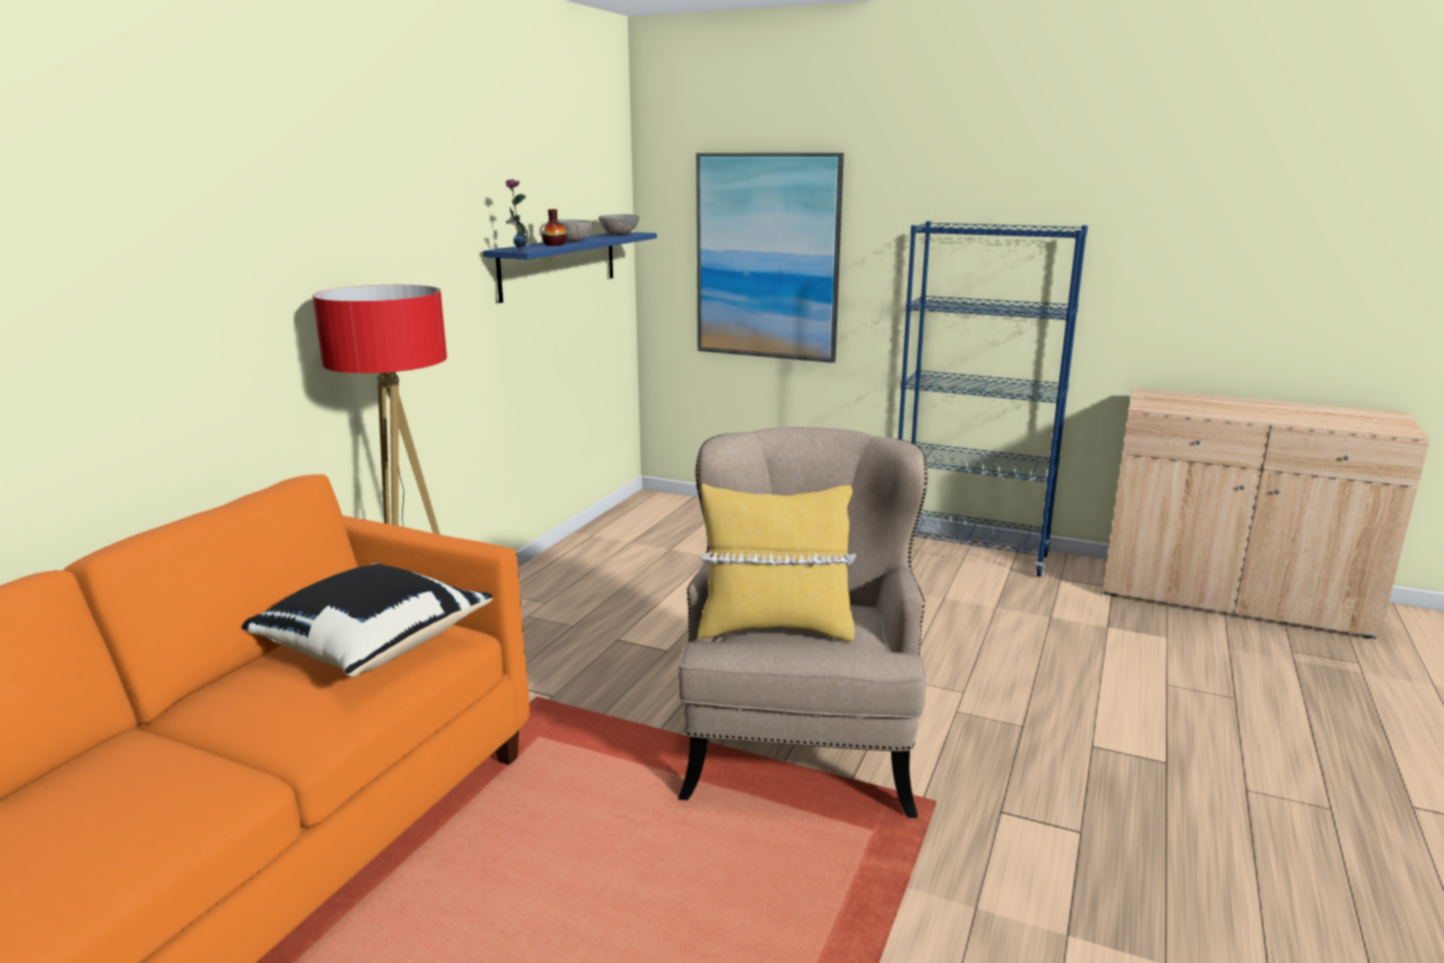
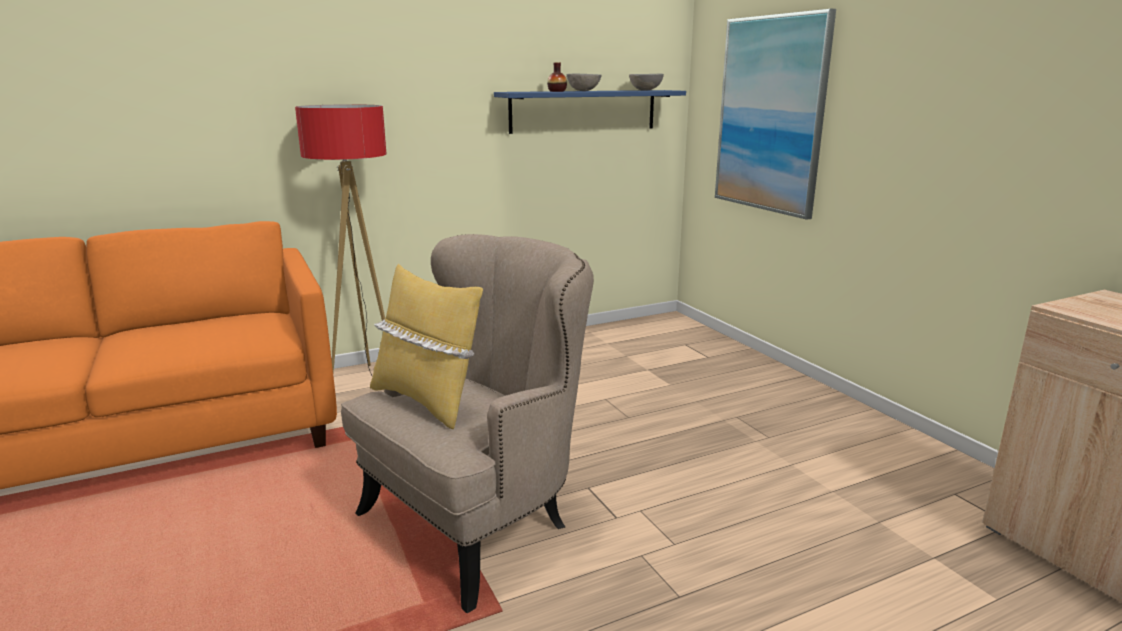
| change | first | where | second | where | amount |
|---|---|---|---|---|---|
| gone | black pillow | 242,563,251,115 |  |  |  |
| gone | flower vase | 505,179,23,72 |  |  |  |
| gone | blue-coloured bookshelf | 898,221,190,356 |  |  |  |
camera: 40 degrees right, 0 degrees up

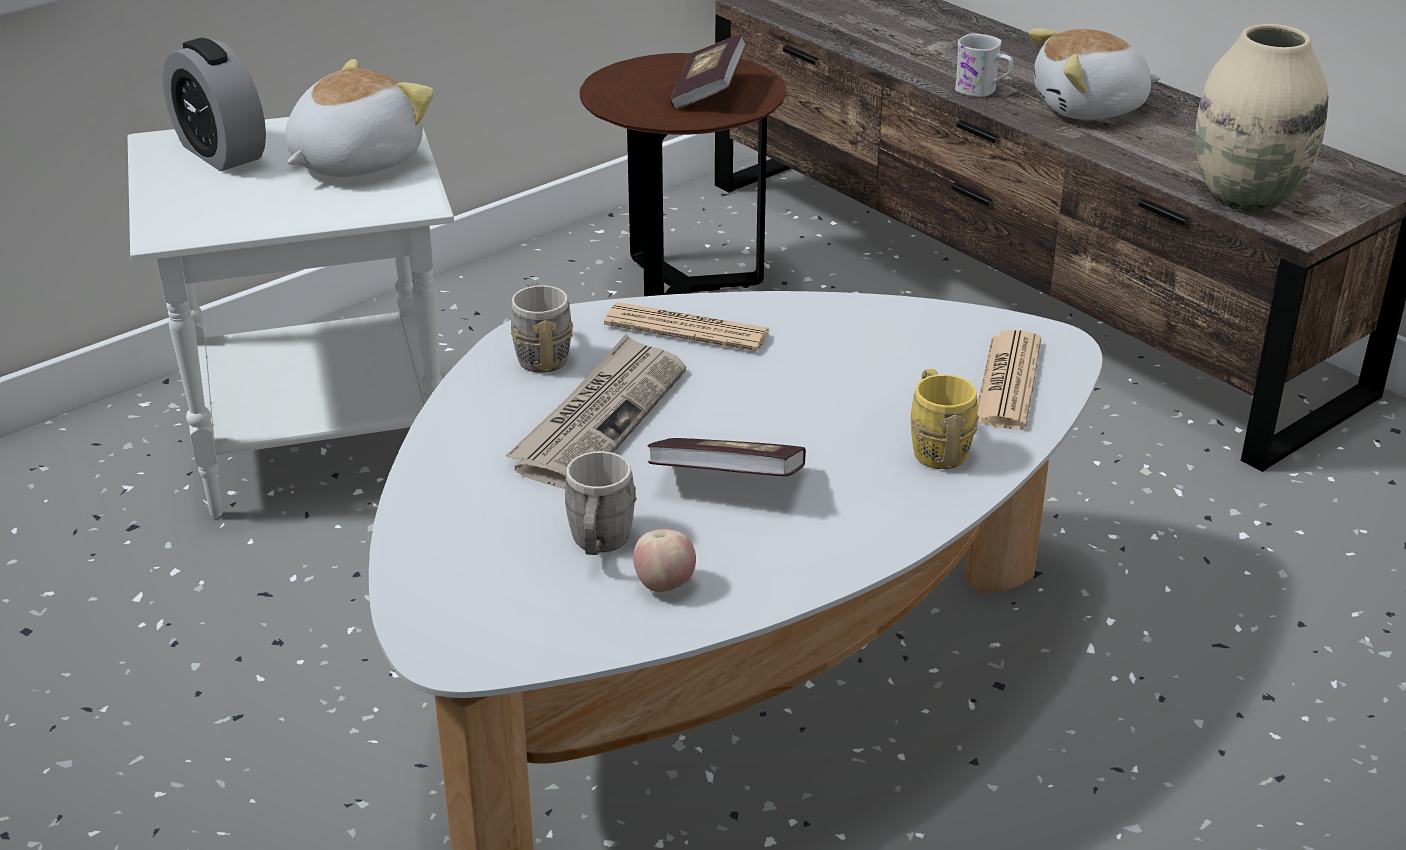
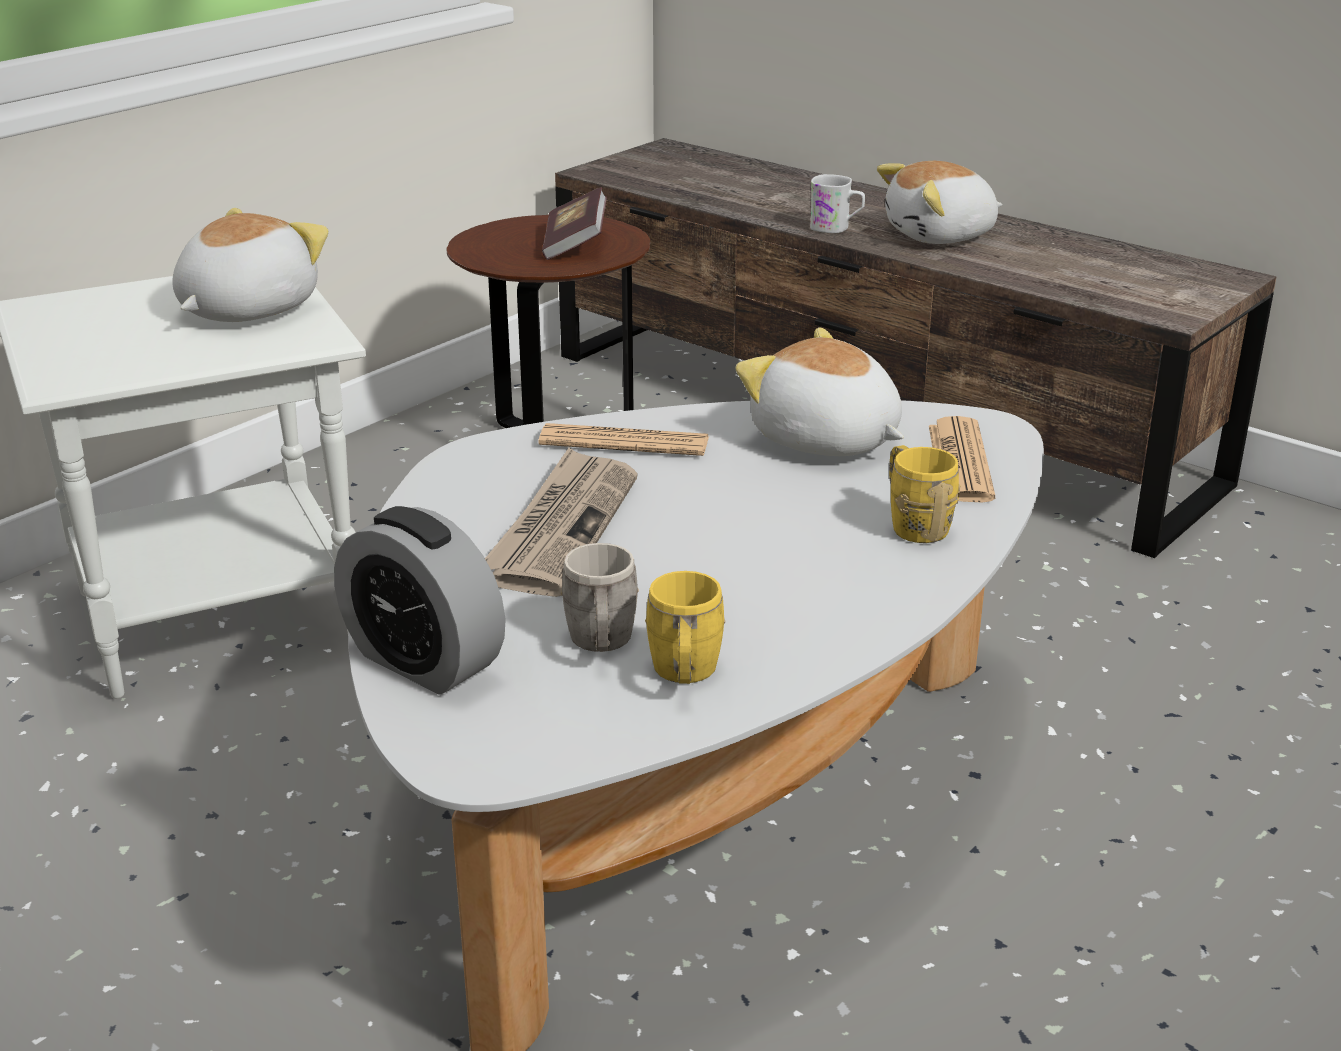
| change | first | where | second | where | amount |
|---|---|---|---|---|---|
| shifted | bedside clock | 163,38,103,133 |  | 334,506,172,189 |  |
| gone | greyish coffee mug | 511,282,62,91 |  |  |  |
| swapped | apple | 633,529,63,63 | yellow-coloured coffee mug | 645,571,81,113 |  |
| gone | book | 647,438,159,38 |  |  |  |
| gone | sand-coloured flower vase | 1195,24,133,188 |  |  |  |
| new |  |  | cuddly toy | 735,327,169,129 |  |
camera: 10 degrees left, 5 degrees down

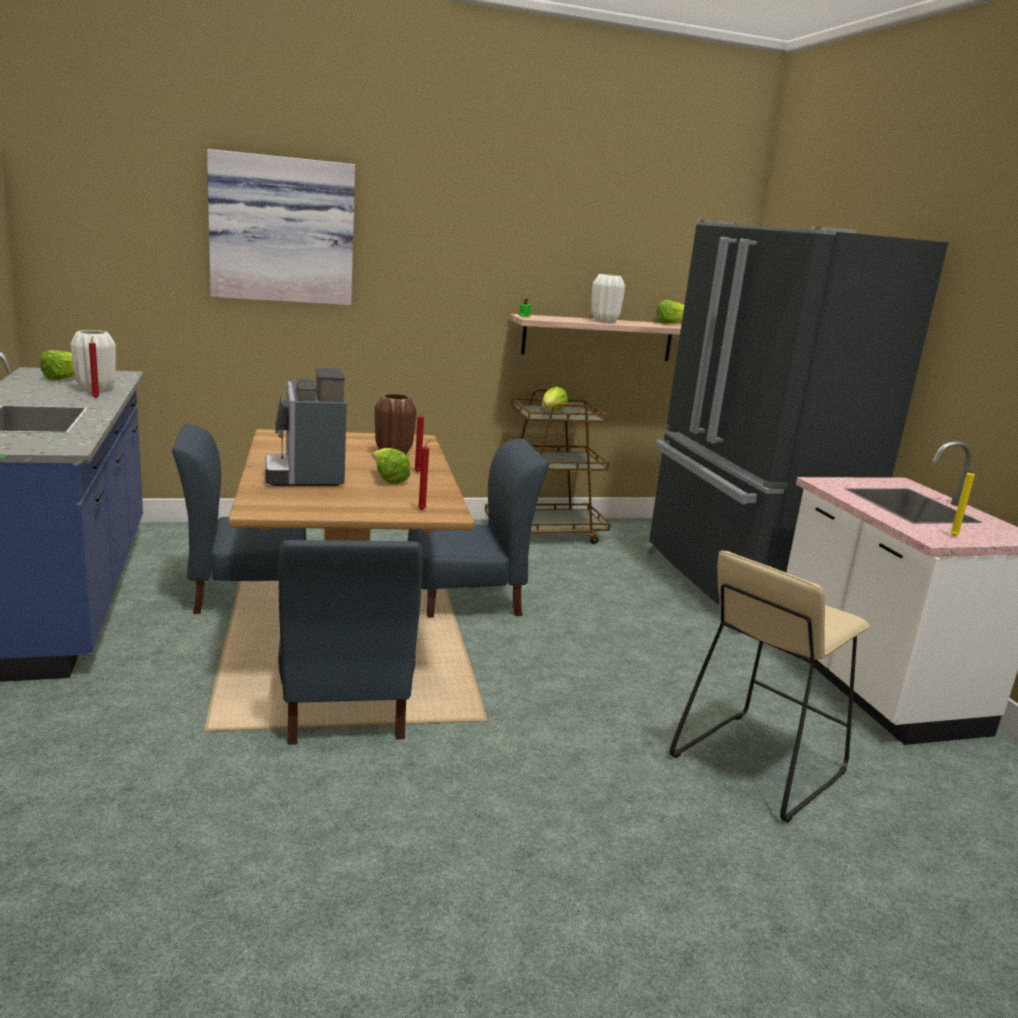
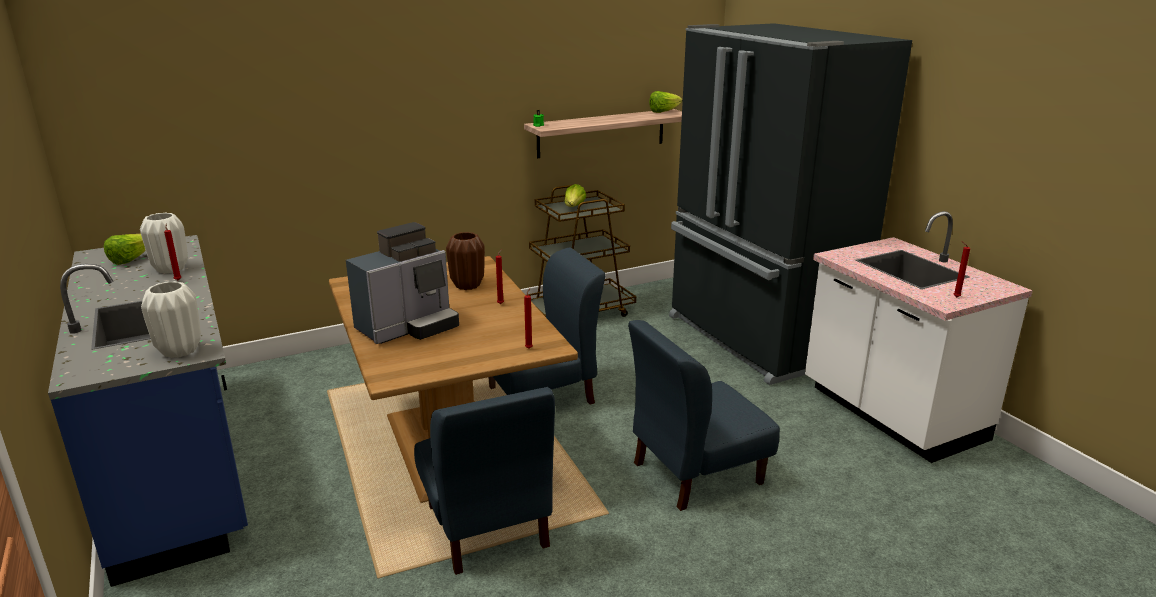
| change | first | where | second | where | amount |
|---|---|---|---|---|---|
| shifted | blue-coloured chair | 172,424,135,190 |  | 628,320,152,191 |  |
| gone | wall picture | 207,149,148,156 |  |  |  |
| rotated | coffee maker | 265,368,82,118 |  | 346,222,113,122 | 105 degrees counterclockwise |
| gone | lettuce | 372,448,38,36 |  |  |  |
| shifted | white flower vase | 591,274,34,49 |  | 141,281,60,77 |  |
| gone | sand-coloured stool | 670,551,199,272 |  |  |  |
| repainted | yellow-coloured wax candle | 950,465,25,71 | reddish wax candle | 954,241,16,56 |  |
camera: 10 degrees left, 5 degrees up

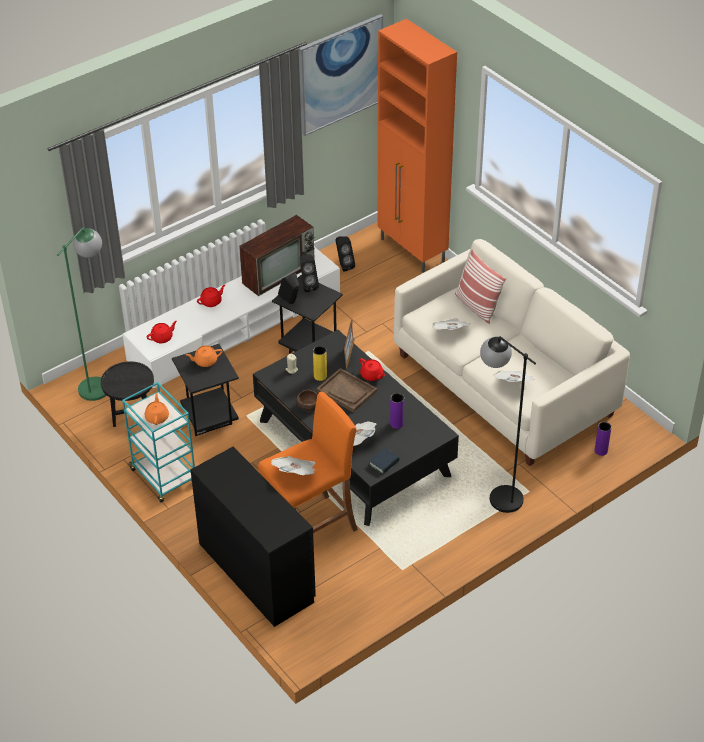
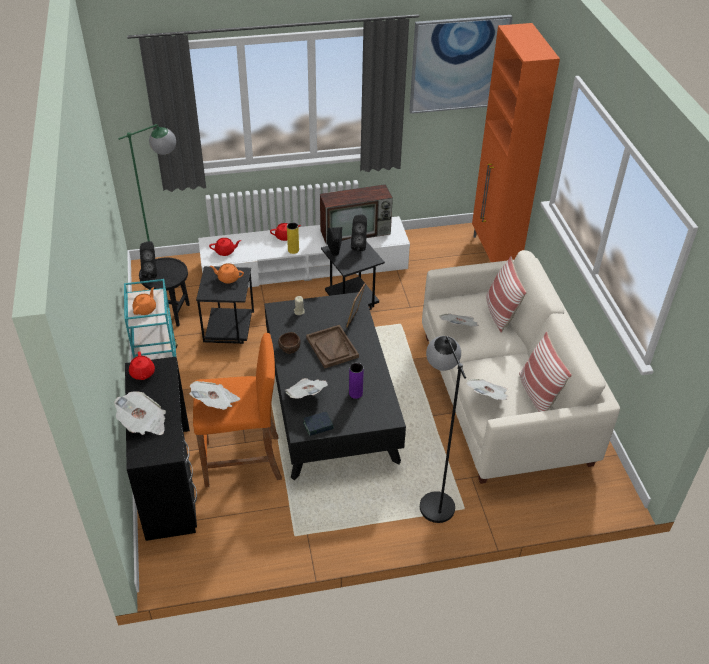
| change | first | where | second | where | amount |
|---|---|---|---|---|---|
| shifted | yellow-coloured flower vase | 313,346,14,35 |  | 287,222,12,32 |  |
| shifted | black speaker | 336,237,19,35 |  | 140,241,17,37 |  |
| shifted | reddish teapot | 360,358,25,23 |  | 129,351,26,29 |  |
| gone | purplish flower vase | 595,422,17,34 |  |  |  |
| new |  |  | daily paper | 115,392,51,43 |  |
| new |  |  | pillow | 519,332,53,80 |  |
camera: 25 degrees right, 0 degrees up

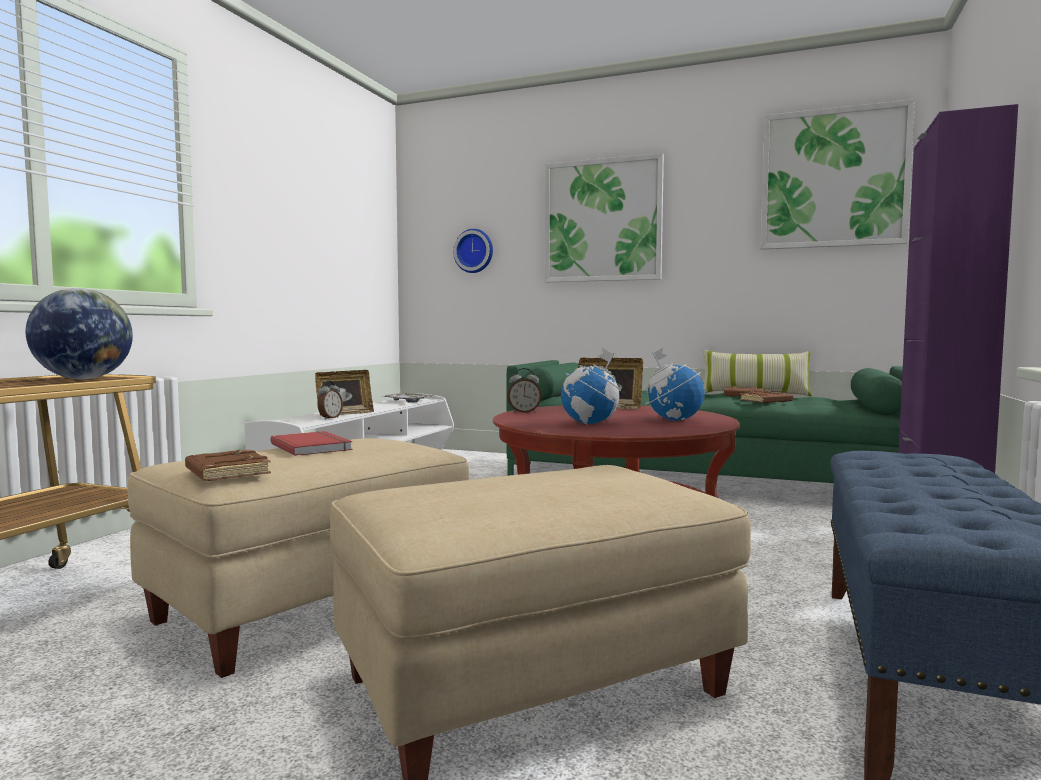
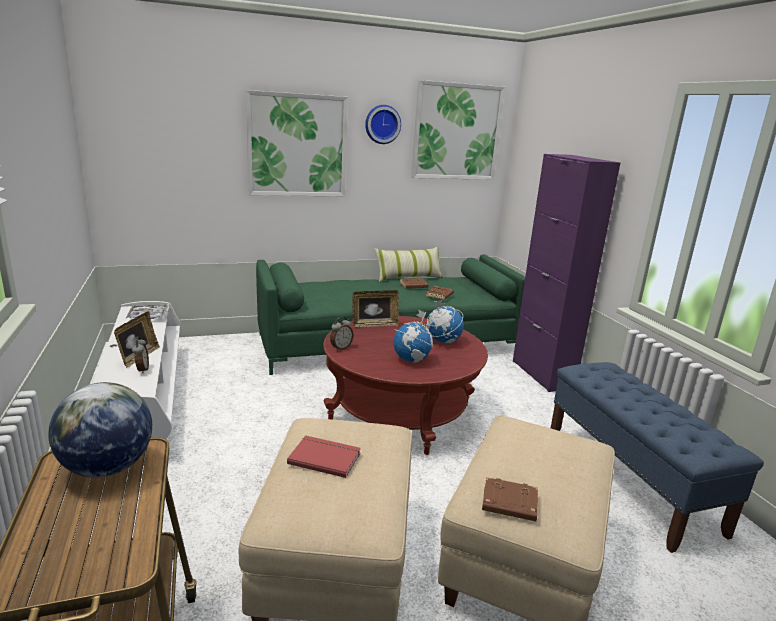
| change | first | where | second | where | amount |
|---|---|---|---|---|---|
| shifted | brown book | 185,449,86,32 |  | 482,477,56,45 |  |
| shifted | hanging clock | 453,229,40,44 |  | 365,105,36,39 |  |
camera: 40 degrees left, 15 degrees up

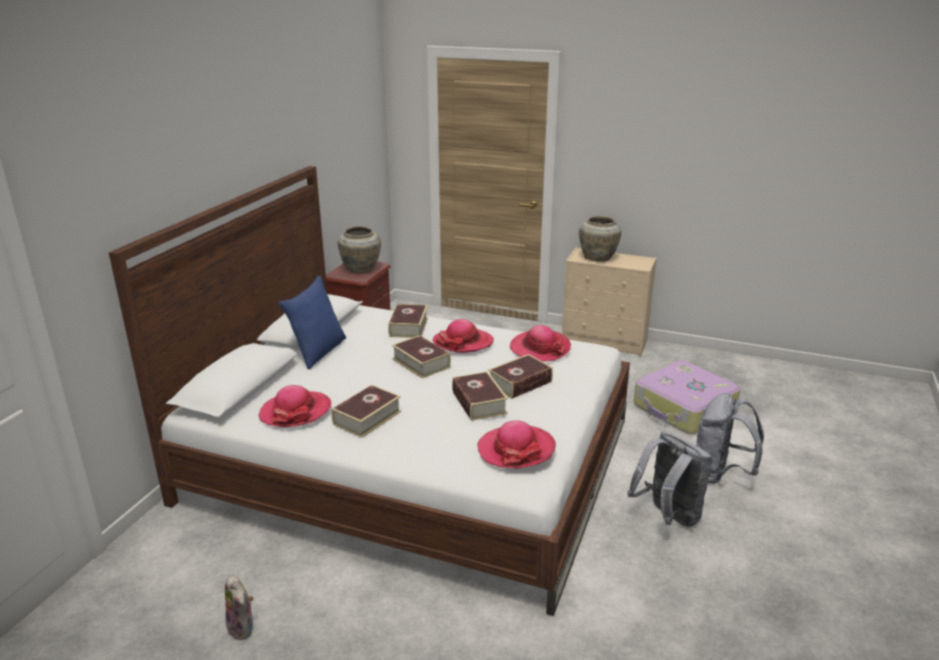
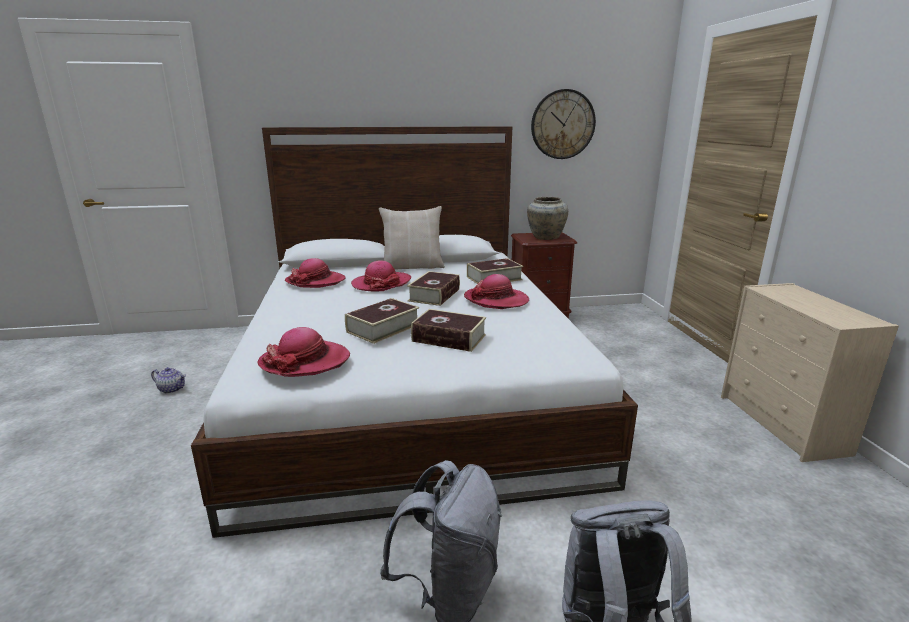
| change | first | where | second | where | amount |
|---|---|---|---|---|---|
| swapped | cuddly toy | 225,574,29,66 | teapot | 151,367,35,27 |  |
| repainted | blue-coloured pillow | 279,276,67,93 | sand-coloured pillow | 379,206,66,64 |  |
| gone | book | 332,385,69,53 |  |  |  |
| shifted | clothing hat | 510,325,61,36 |  | 351,260,60,32 |  |
| gone | sand-coloured flower vase | 579,216,42,46 |  |  |  |
| gone | suitcase | 633,360,108,74 |  |  |  |
| new |  |  | hanging clock | 531,89,65,70 |  |
camera: 60 degrees right, 5 degrees down

